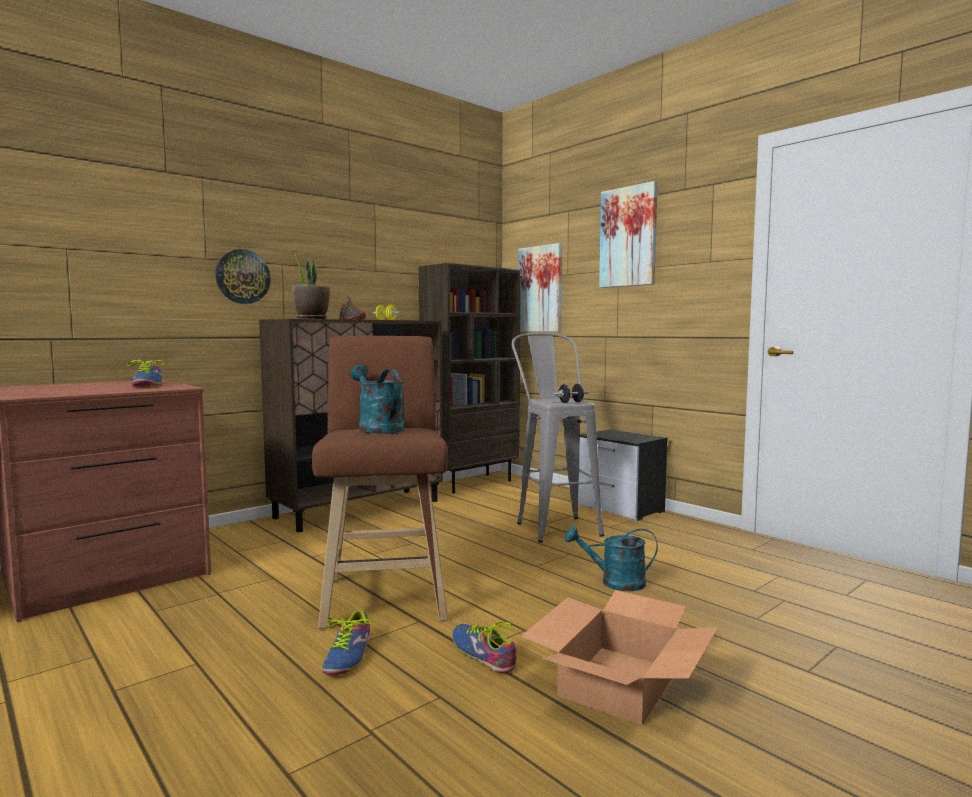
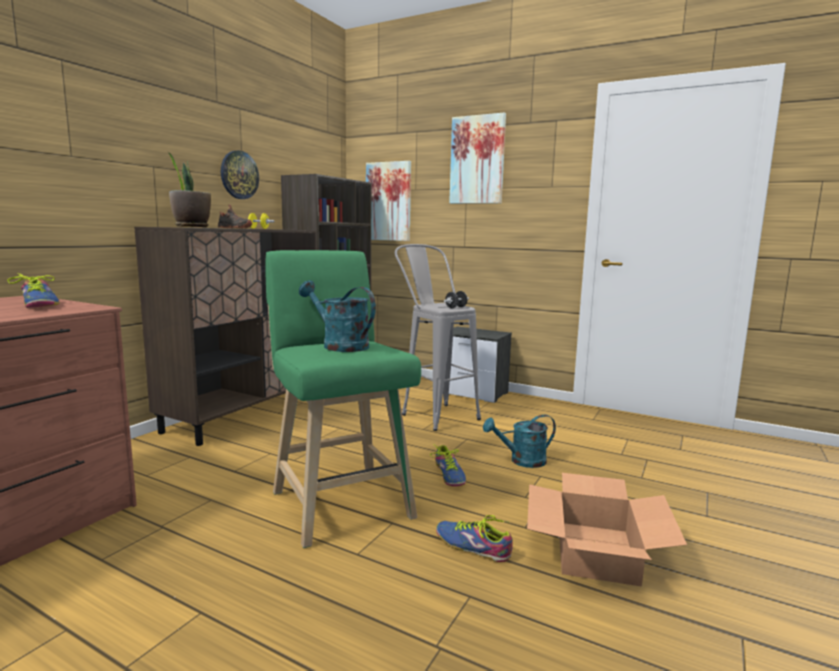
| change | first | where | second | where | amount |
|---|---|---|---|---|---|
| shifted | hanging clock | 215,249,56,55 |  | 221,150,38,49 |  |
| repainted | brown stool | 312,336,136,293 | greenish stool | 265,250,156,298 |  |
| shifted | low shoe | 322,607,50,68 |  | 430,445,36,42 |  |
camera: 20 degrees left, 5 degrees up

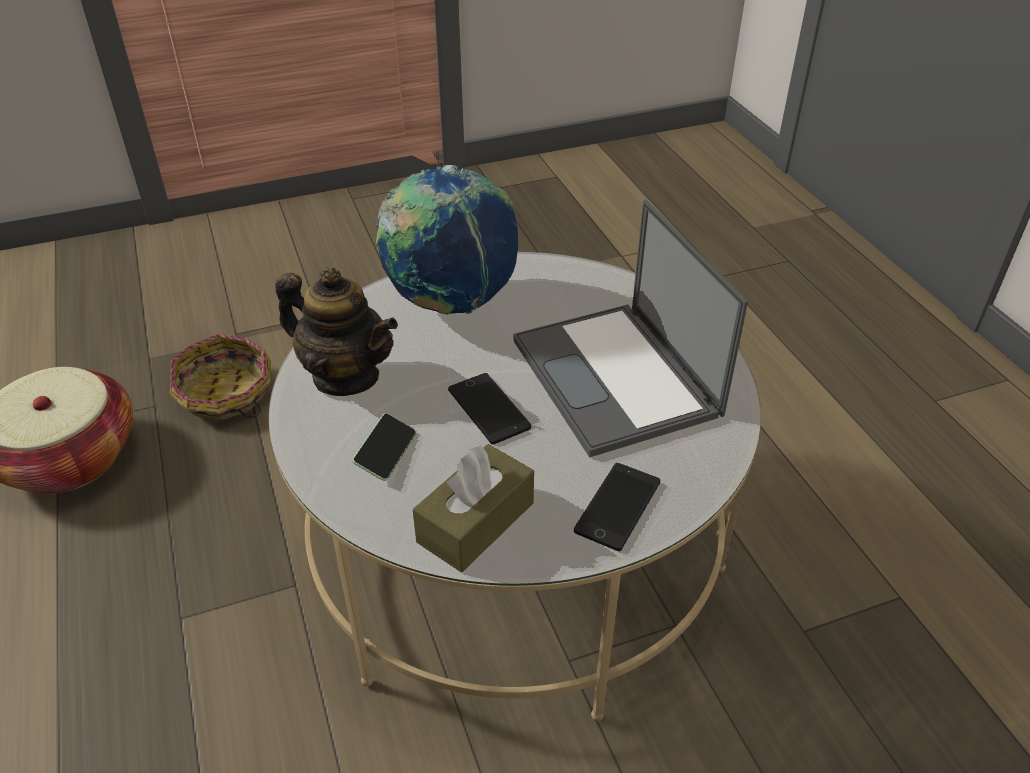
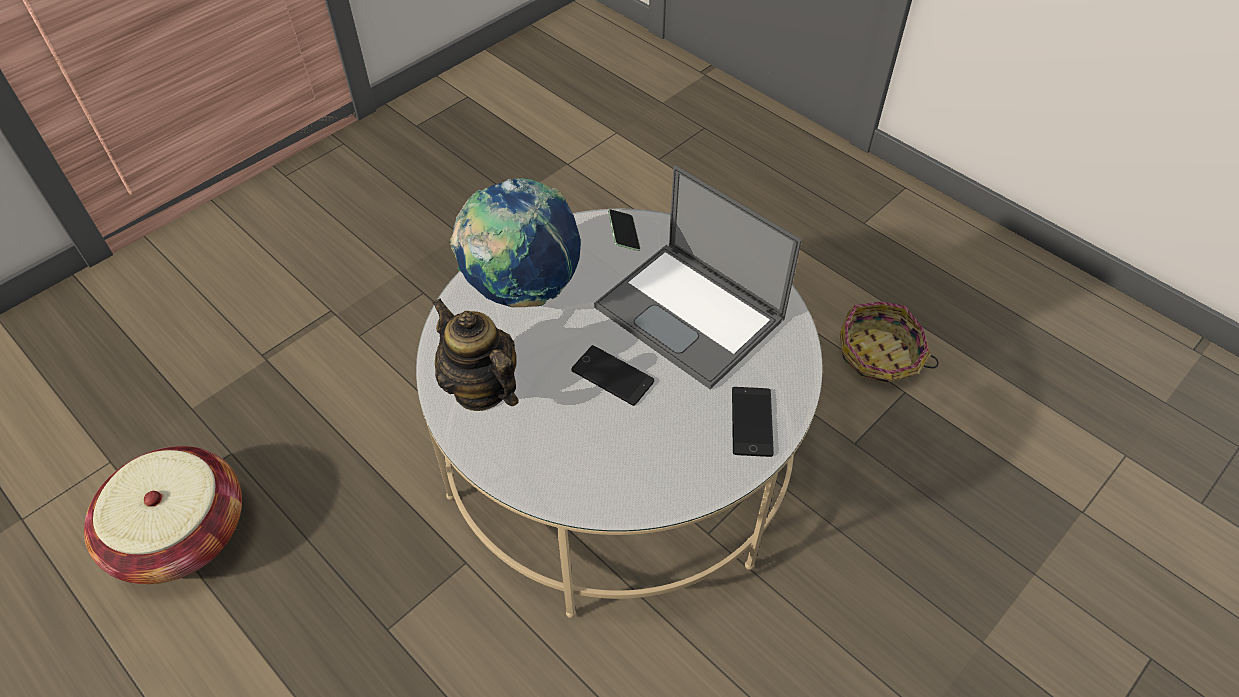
| change | first | where | second | where | amount |
|---|---|---|---|---|---|
| shifted | basket | 169,334,102,86 |  | 840,302,99,81 |  |
| rotated | teapot | 275,267,123,129 |  | 433,298,85,113 | 135 degrees counterclockwise |
| shifted | handset | 352,413,64,68 |  | 608,209,32,42 |  |
| gone | brown tissue box | 413,444,121,128 |  |  |  |
camera: 25 degrees left, 10 degrees up

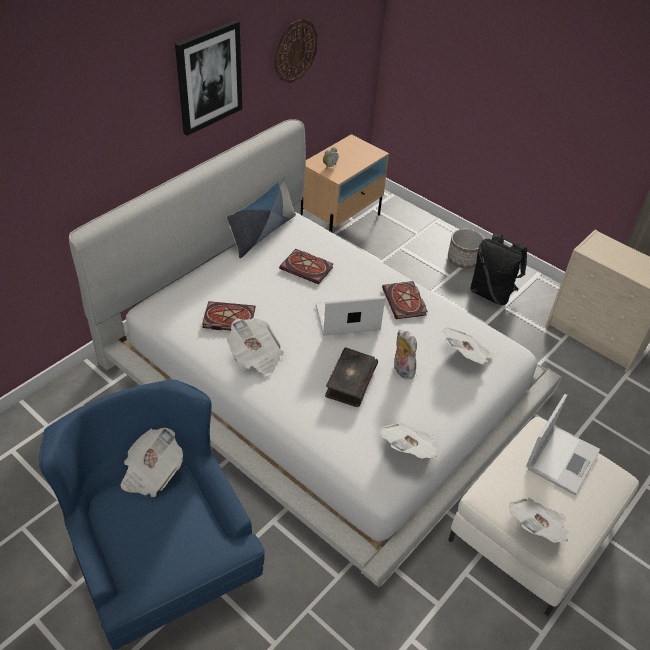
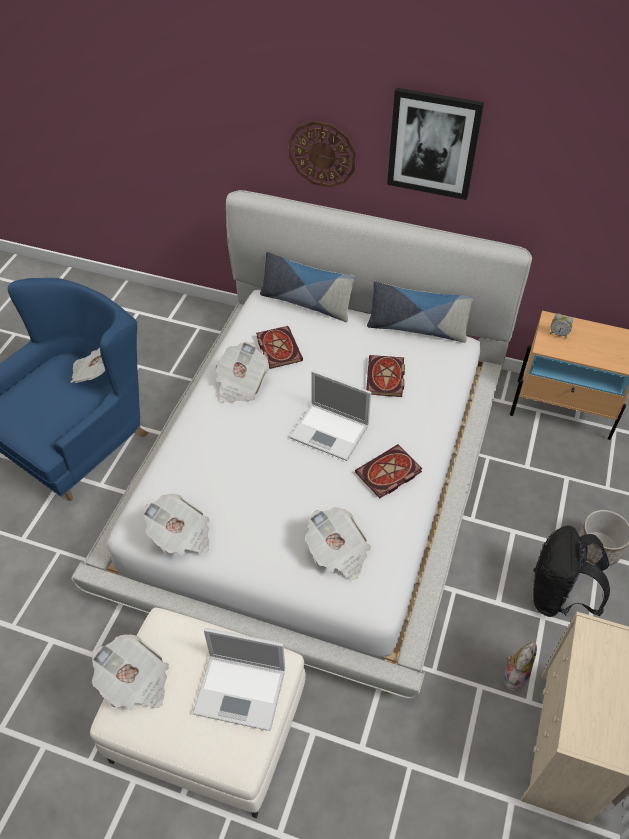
| change | first | where | second | where | amount |
|---|---|---|---|---|---|
| shifted | hanging clock | 275,19,43,64 |  | 289,121,67,67 |  |
| rotated | laptop | 316,296,69,40 |  | 289,370,82,91 | 150 degrees clockwise |
| gone | book | 325,347,53,60 |  |  |  |
| shifted | cuddly toy | 394,330,23,49 |  | 504,642,33,49 |  |
| new |  |  | pillow | 260,252,95,70 |  |
camera: 70 degrees right, 5 degrees up

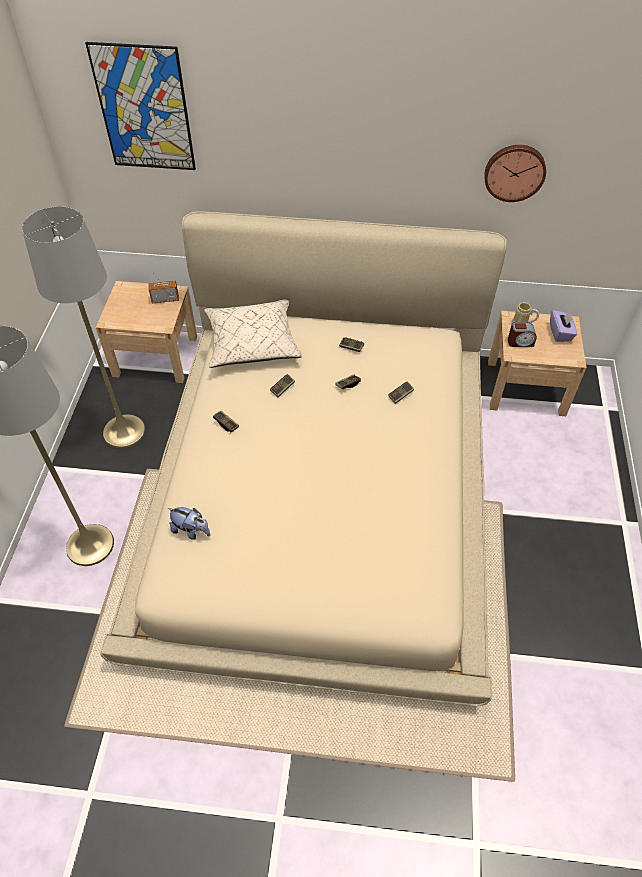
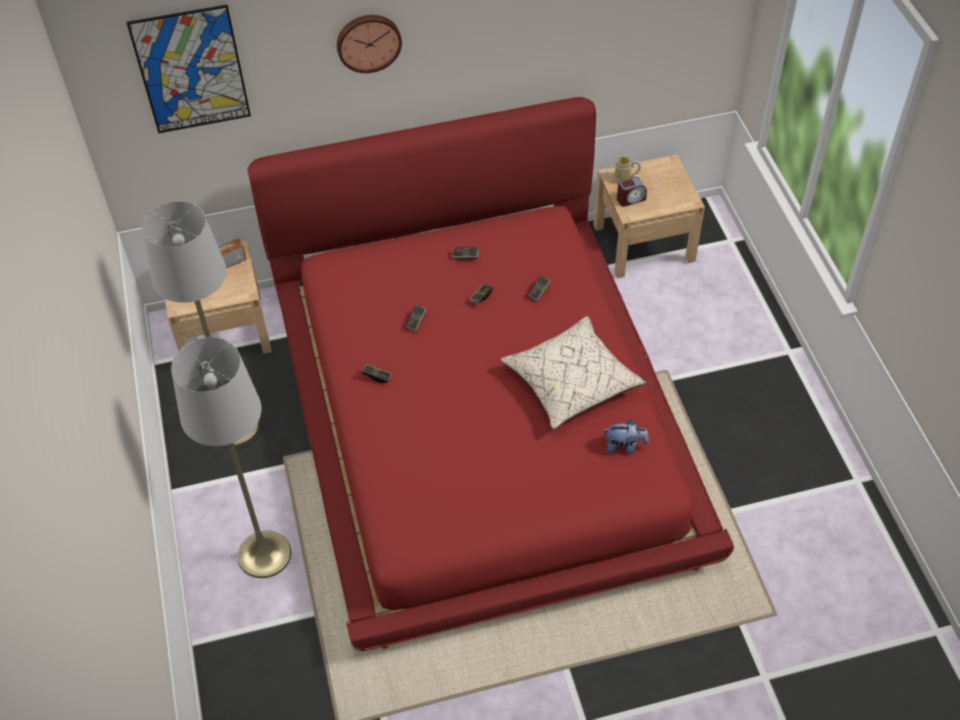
| change | first | where | second | where | amount |
|---|---|---|---|---|---|
| repainted | sand-coloured sleeping bed | 100,211,407,495 | reddish sleeping bed | 248,97,486,554 |  |
| shifted | cuddly toy | 168,507,42,33 |  | 603,420,46,34 |  |
| shifted | sand-coloured pillow | 204,300,98,68 |  | 500,316,146,113 |  |
| shifted | hanging clock | 484,145,62,57 |  | 337,15,65,58 |  |
| gone | purplish tissue box | 550,310,27,32 |  |  |  |
camera: 20 degrees left, 0 degrees up

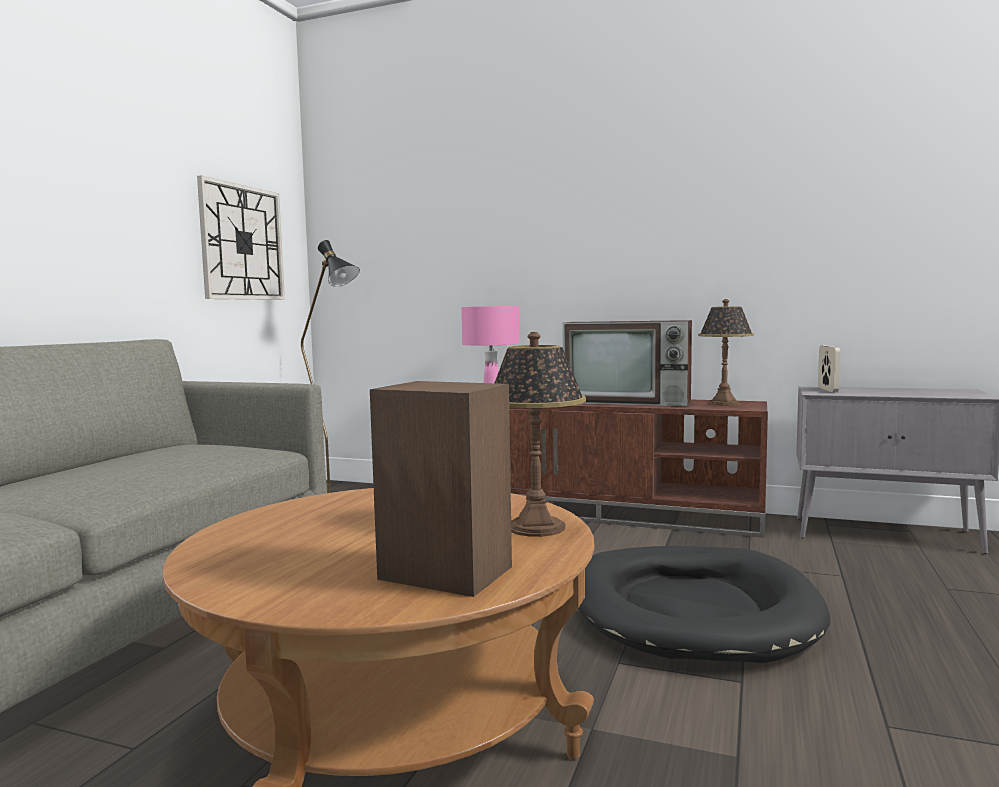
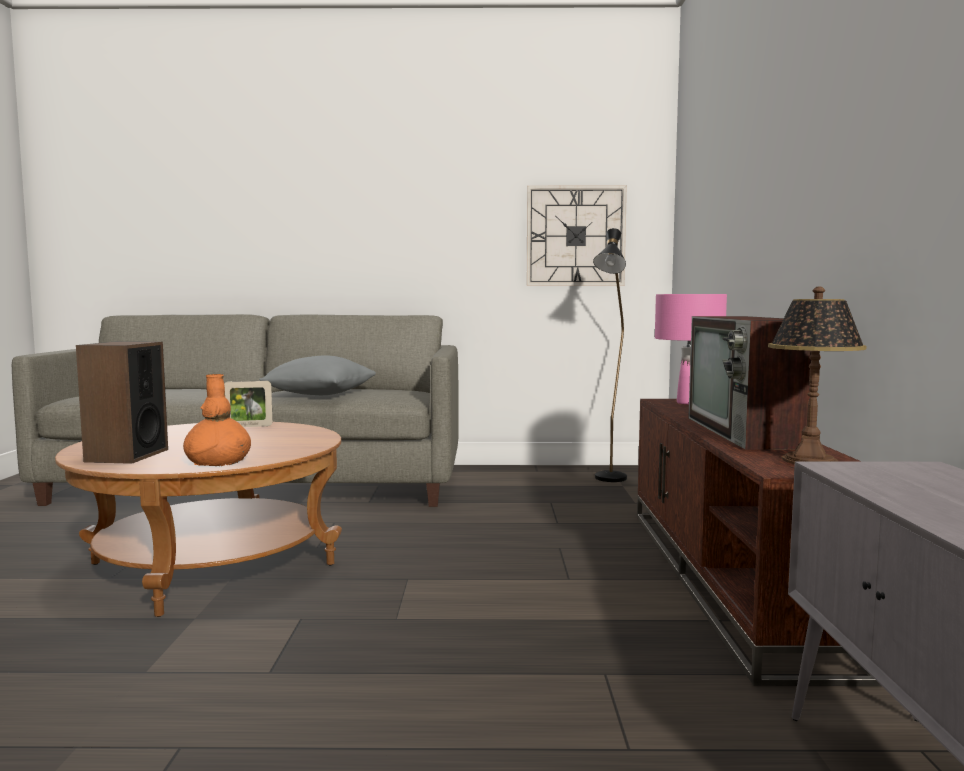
| change | first | where | second | where | amount |
|---|---|---|---|---|---|
| swapped | lamp for a table | 495,332,91,205 | orange-coloured flower vase | 183,374,68,92 |  |
| gone | black pet bed | 578,546,252,117 |  |  |  |
| shifted | photo frame | 818,346,22,46 |  | 224,380,49,47 |  |
| new |  |  | greyish pillow | 259,356,117,39 |  |
camera: 70 degrees right, 0 degrees up

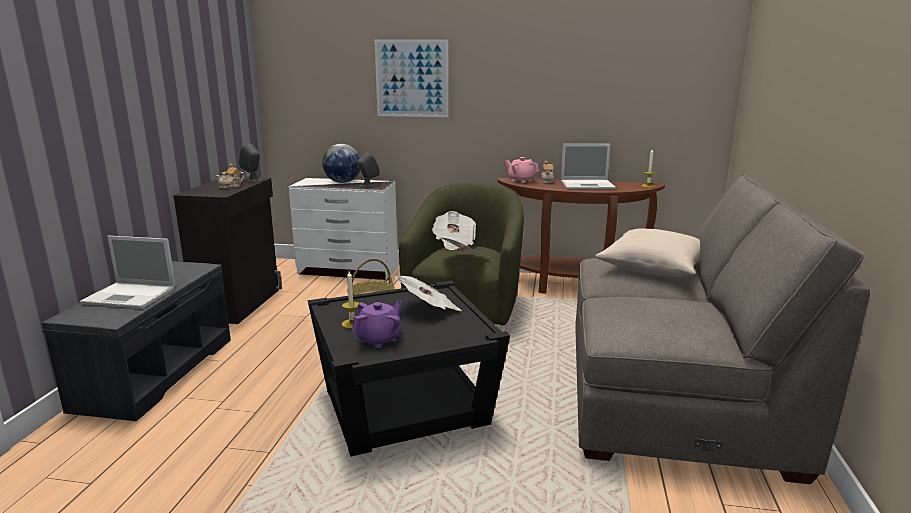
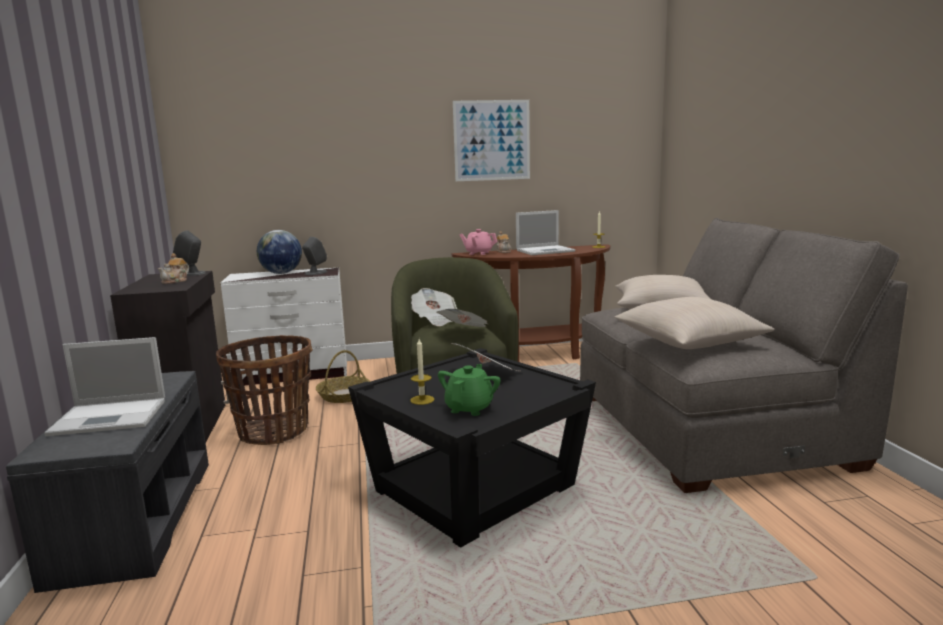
| change | first | where | second | where | amount |
|---|---|---|---|---|---|
| repainted | purplish teapot | 352,301,50,47 | greenish teapot | 438,364,63,52 |  |
| shifted | wall picture | 374,39,75,78 |  | 453,100,77,81 |  |
| new |  |  | basket | 216,335,96,110 |  |
| new |  |  | sand-coloured pillow | 615,297,159,52 |  |
camera: 20 degrees left, 5 degrees down

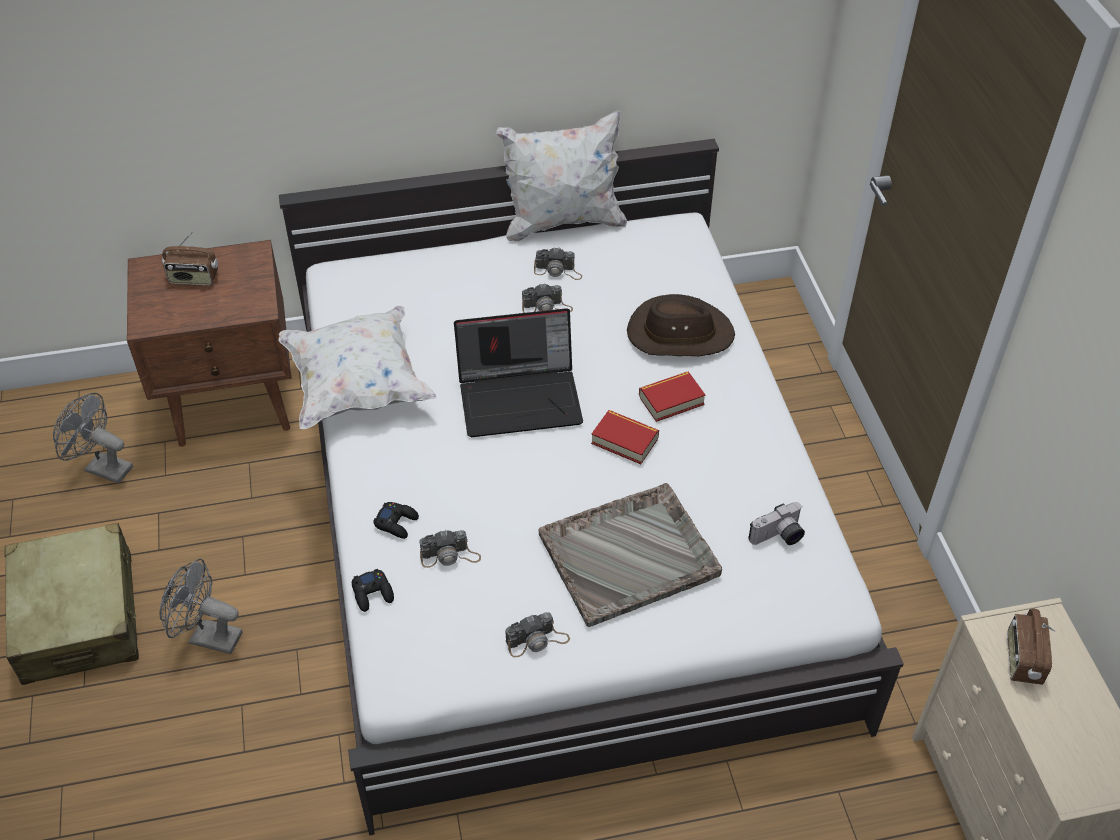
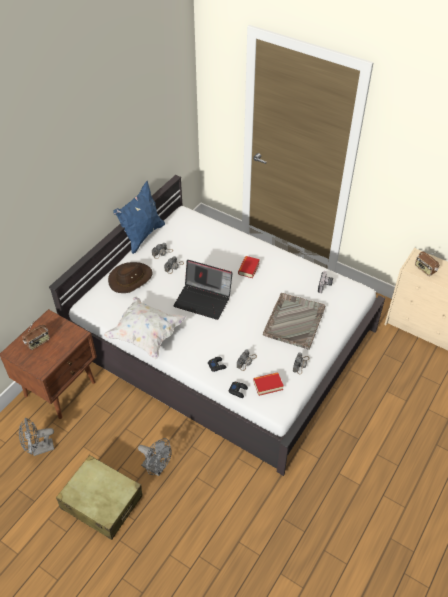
| change | first | where | second | where | amount |
|---|---|---|---|---|---|
| rotated | greyish electric fan | 160,558,83,96 |  | 138,438,34,38 | 120 degrees counterclockwise |
| rotated | laptop | 454,308,129,129 |  | 173,260,60,60 | 75 degrees clockwise |
| repainted | white pillow | 496,110,131,132 | blue-coloured pillow | 113,181,52,73 |  |
| shifted | book | 591,410,68,54 |  | 253,372,31,24 |  |
| shifted | brown clothing hat | 627,294,108,62 |  | 108,262,45,31 |  |
camera: 45 degrees left, 0 degrees up

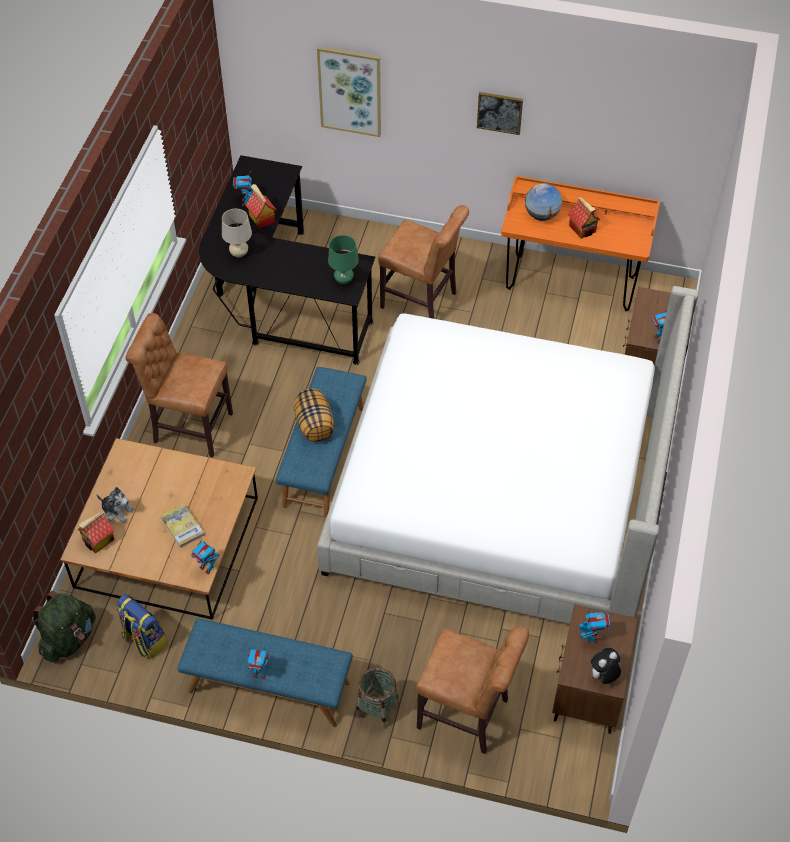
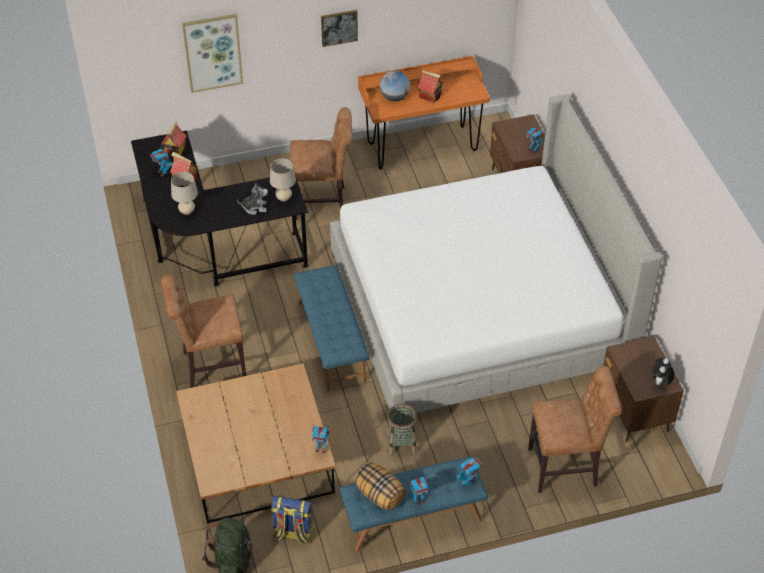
| change | first | where | second | where | amount |
|---|---|---|---|---|---|
| shifted | model house | 78,510,37,43 |  | 161,122,26,35 |  |
| shifted | cuddly toy | 96,487,38,36 |  | 237,183,31,32 |  |
| gone | book | 161,504,44,45 |  |  |  |
| shifted | pillow | 294,389,40,53 |  | 354,462,52,48 |  |
| repainted | greenish lamp for a table | 328,235,31,49 | sand-coloured lamp for a table | 270,159,26,42 |  |
| shifted | basket | 356,667,43,62 |  | 388,404,29,51 |  |
| shifted | toy robot | 579,608,31,35 |  | 457,457,25,31 |  |
camera: 30 degrees left, 5 degrees down

